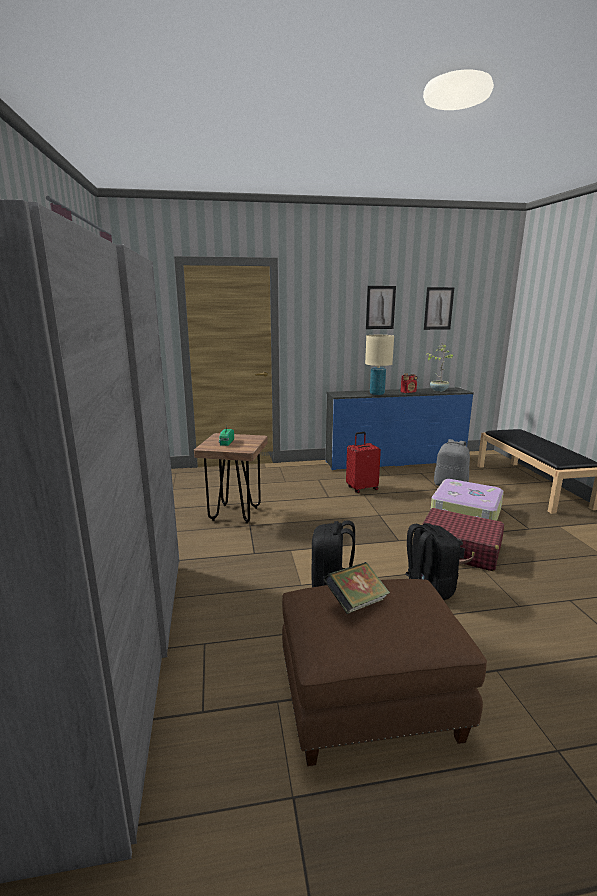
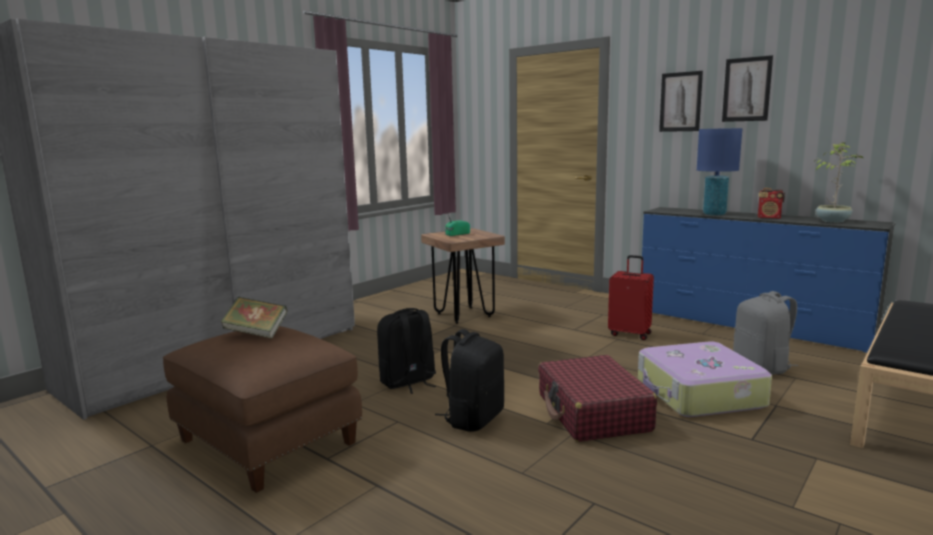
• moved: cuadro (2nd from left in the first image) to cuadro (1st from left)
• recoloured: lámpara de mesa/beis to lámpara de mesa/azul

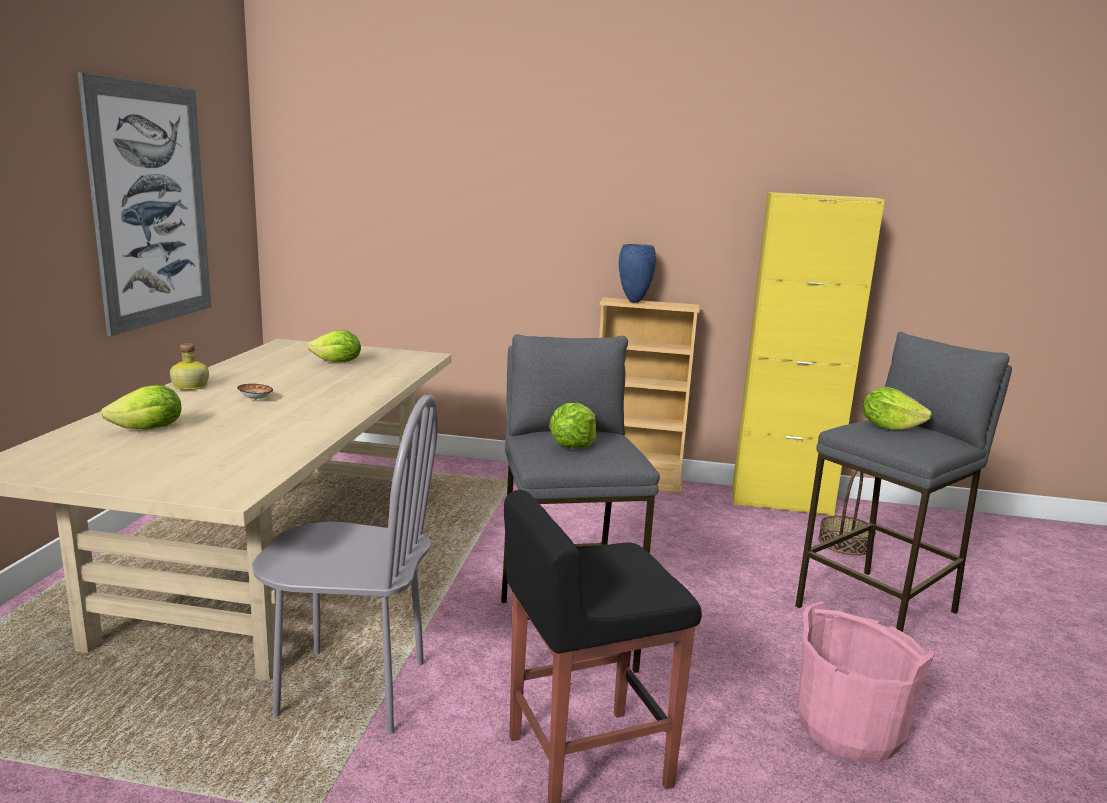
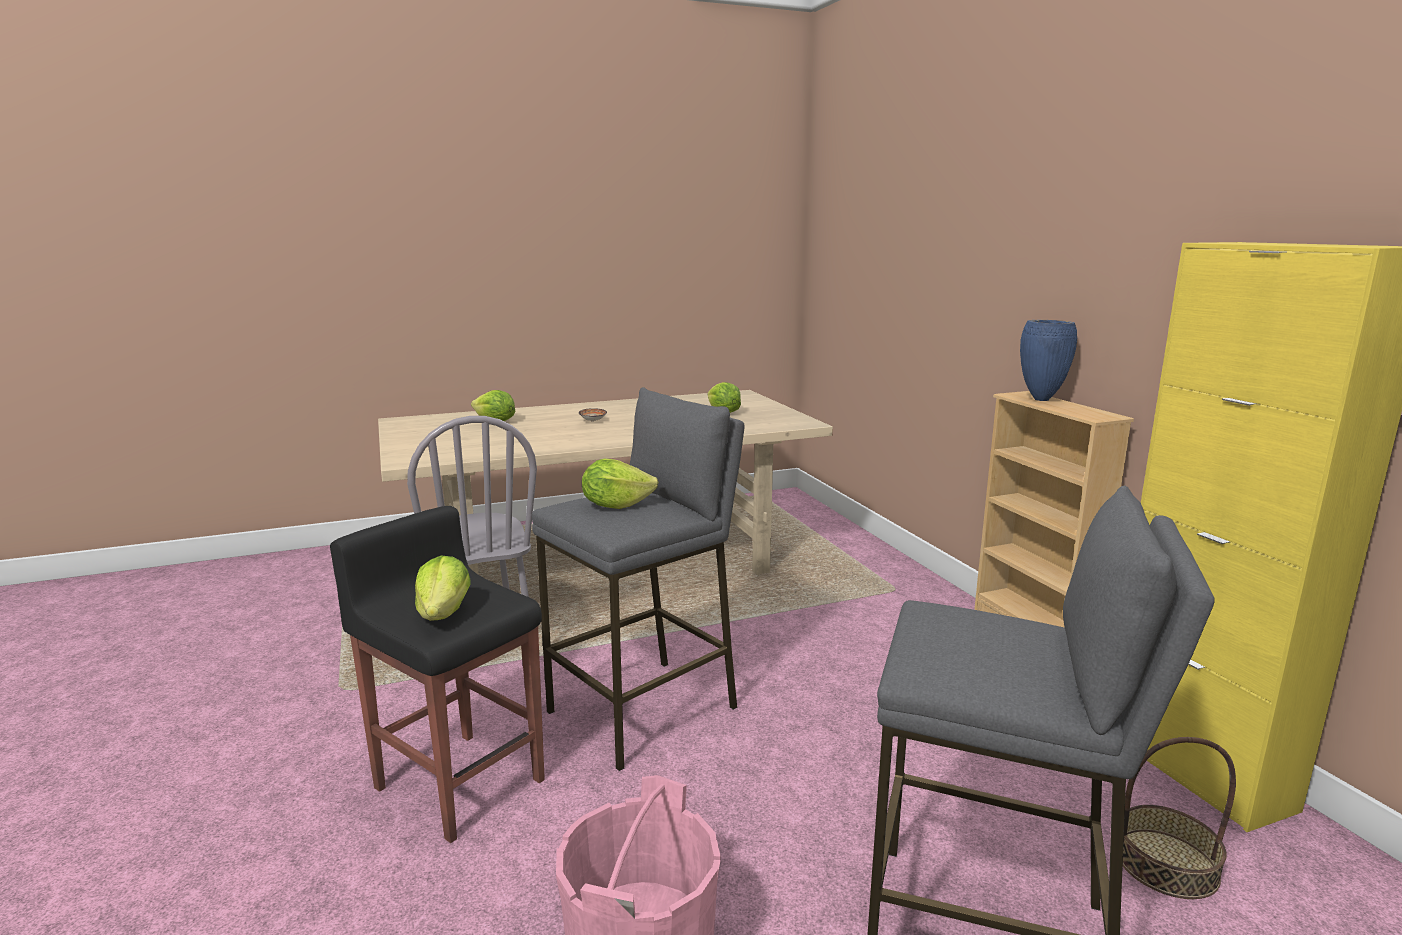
• removed: cuadro
• removed: botella
• moved: lechuga (4th from left in the first image) to lechuga (1st from left)

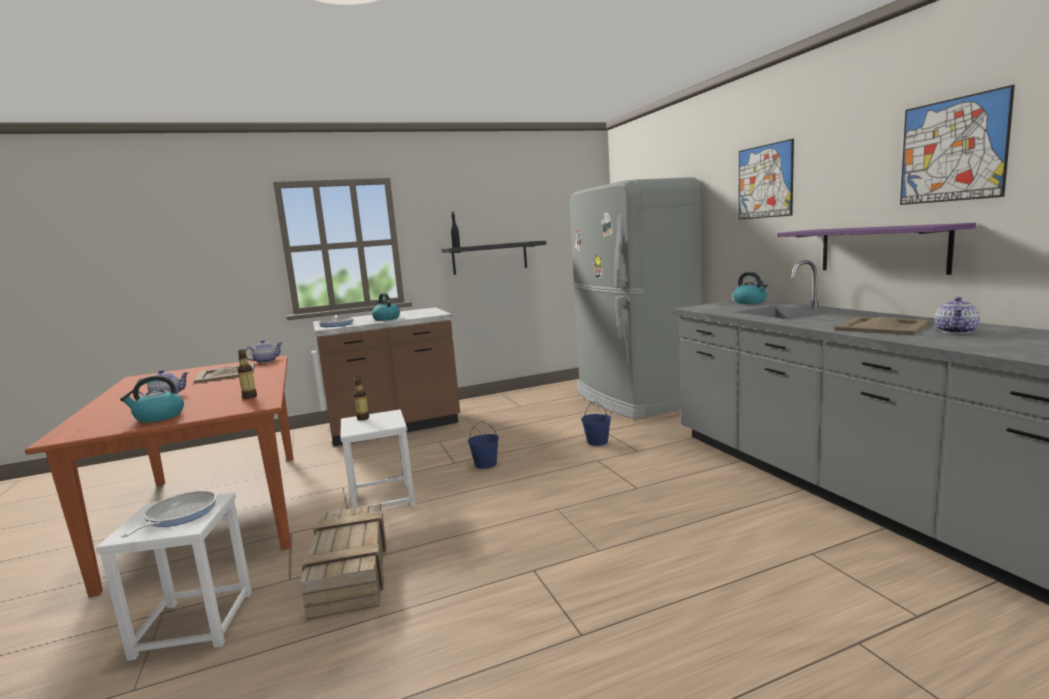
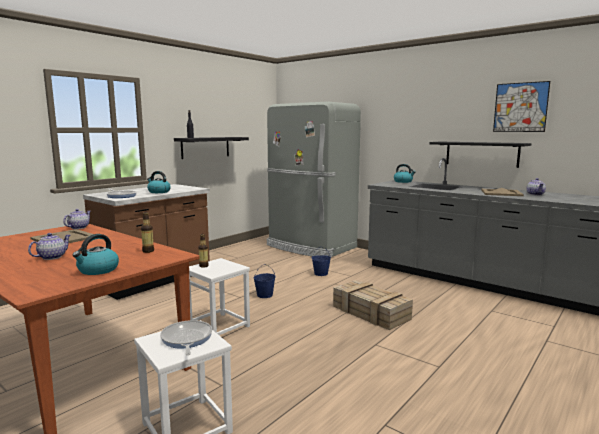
• removed: cuadro (1st from left)
• moved: caja de embalaje
• recoloured: estante/morado to estante/negro (2nd from left)

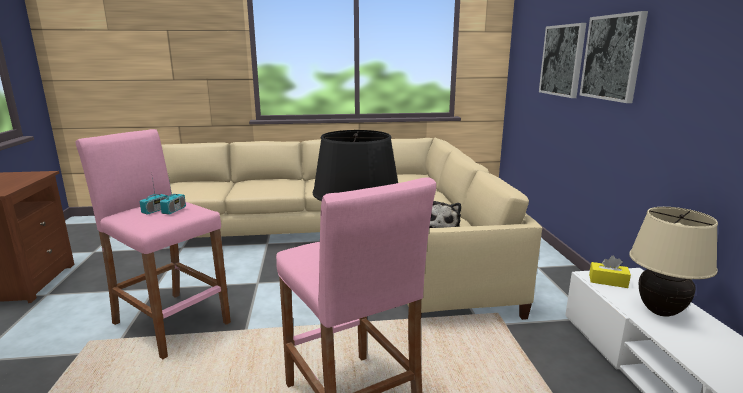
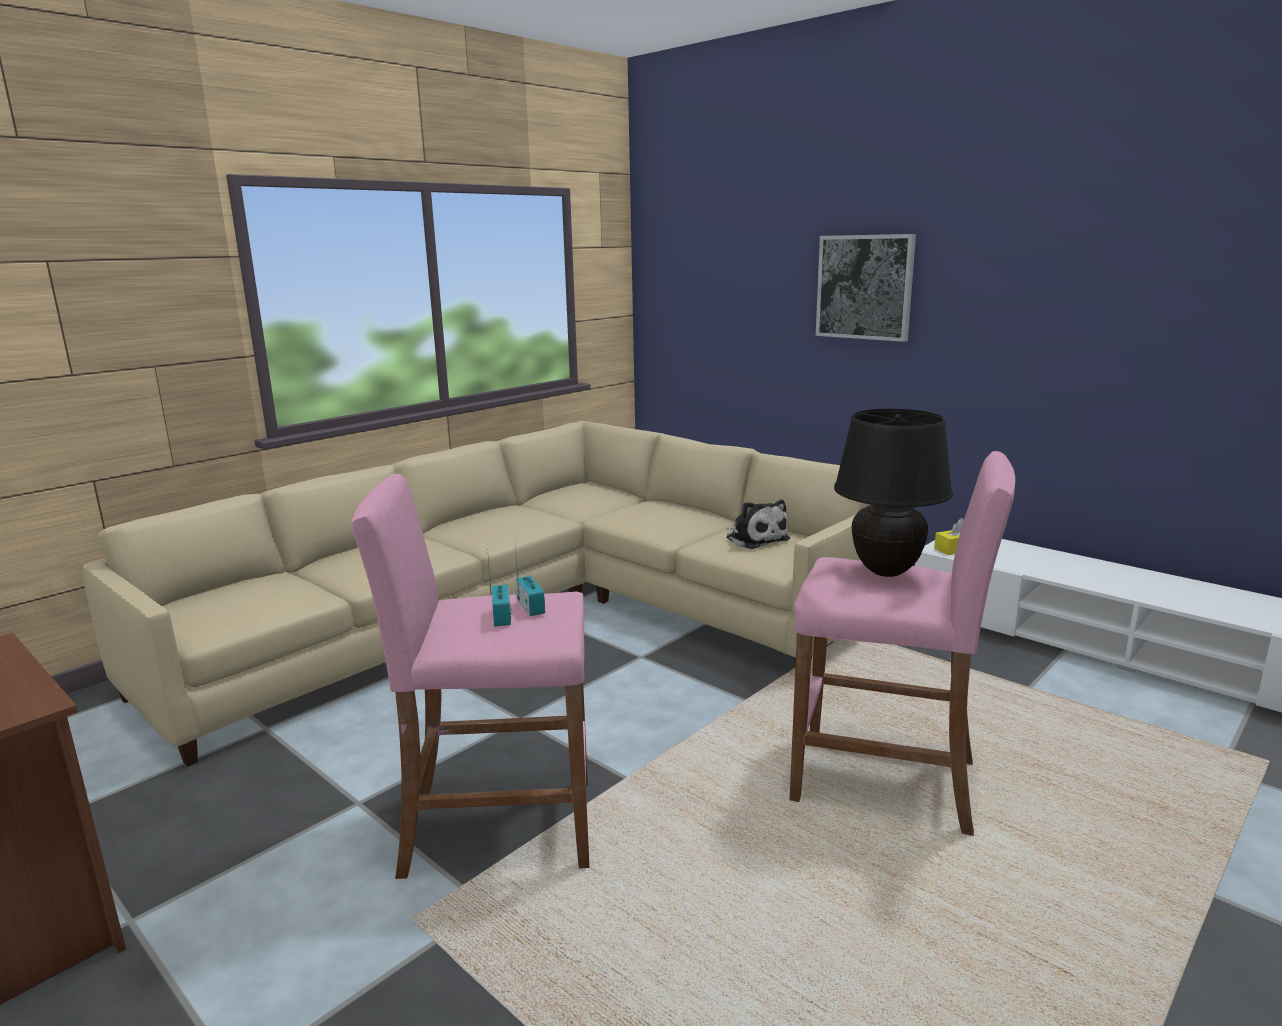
• removed: cuadro (1st from left)
• removed: lámpara de mesa/beis

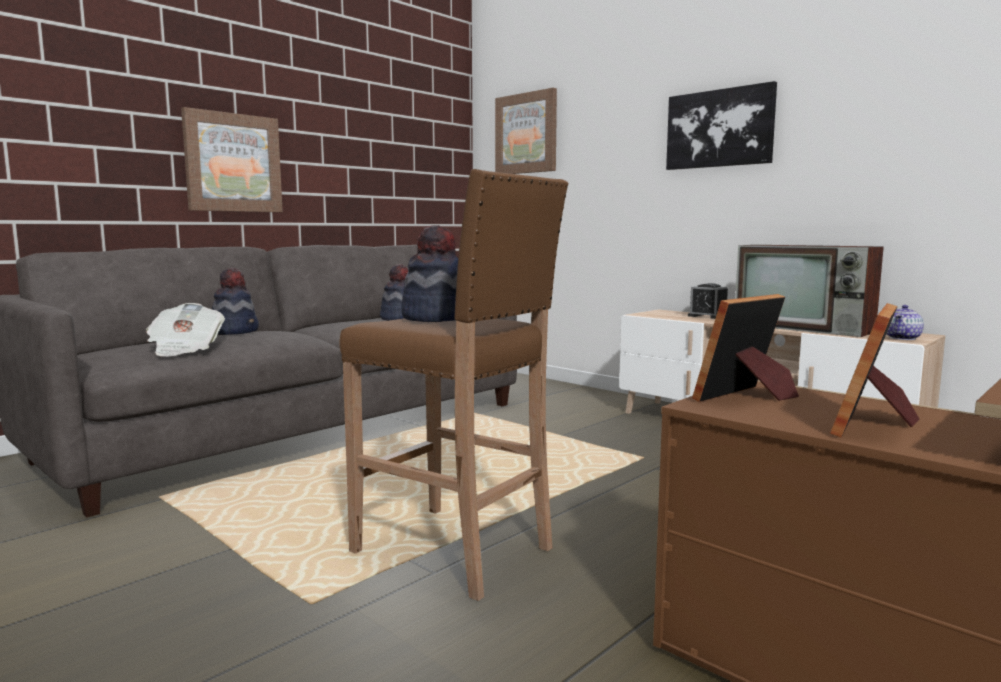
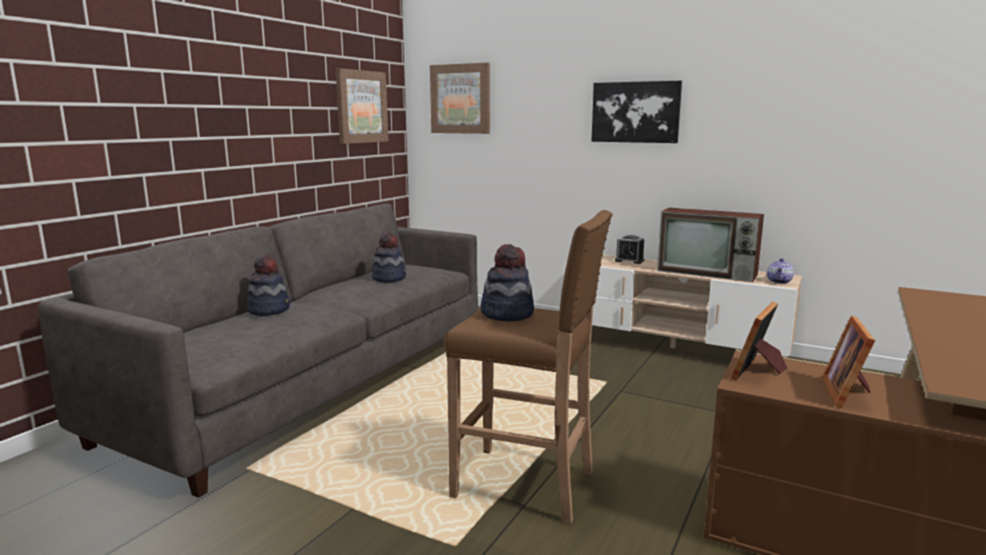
• removed: periódico
• moved: cuadro (1st from left)

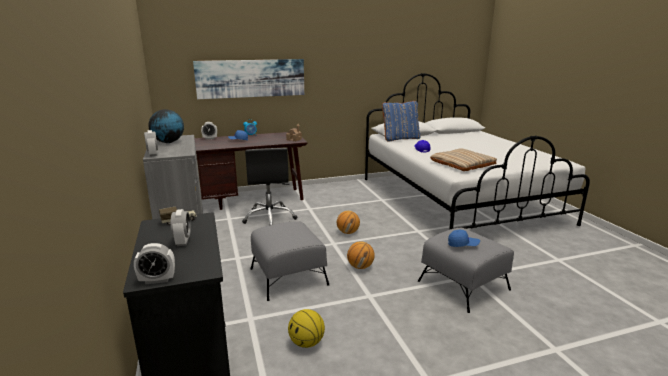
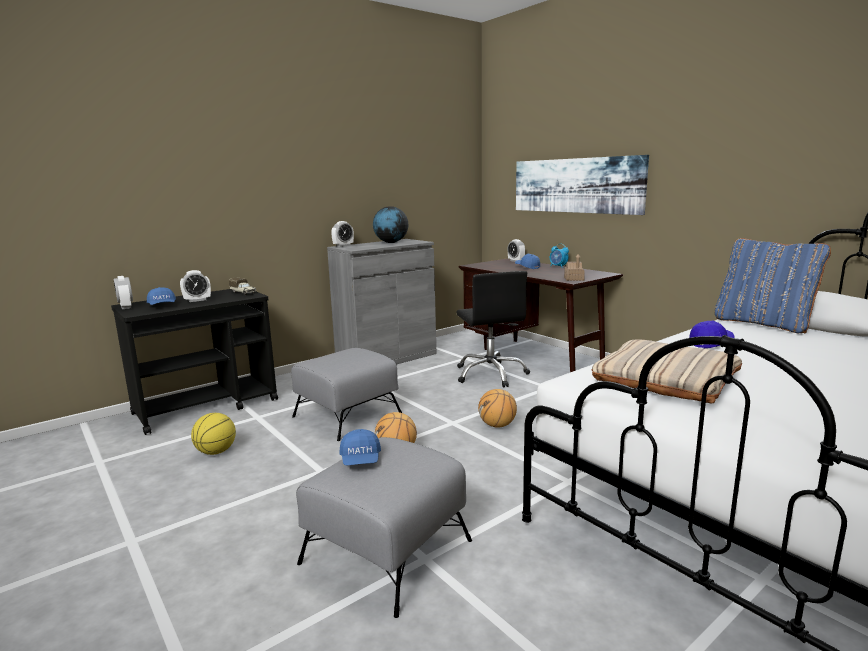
• added: gorra/azul (1st from left)
• turned: silla de oficina/negro 75 degrees counterclockwise

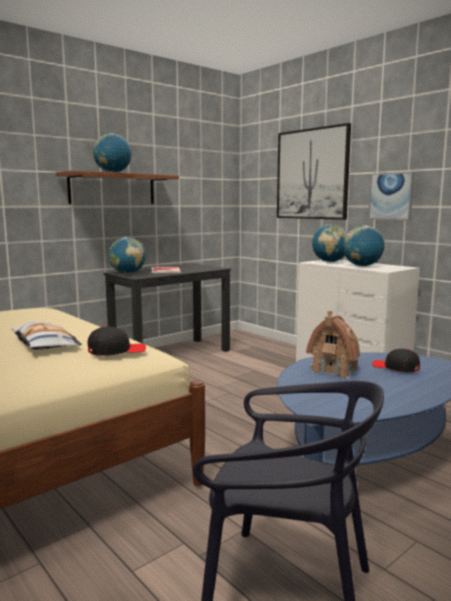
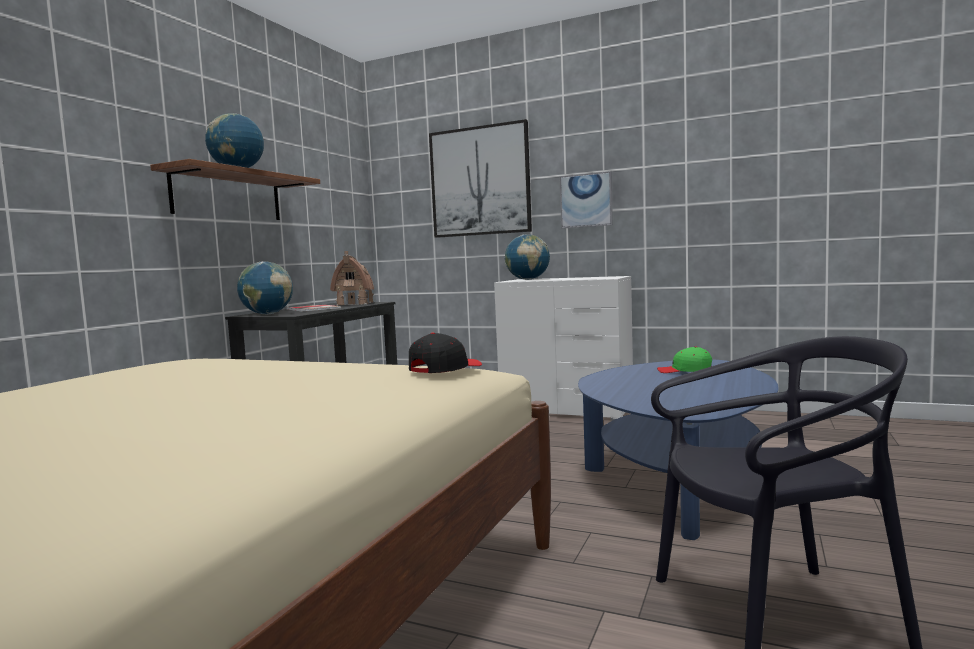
• removed: cojín
• removed: globo terráqueo (4th from left)
• moved: casita
• recoloured: gorra/negro (2nd from left) to gorra/verde

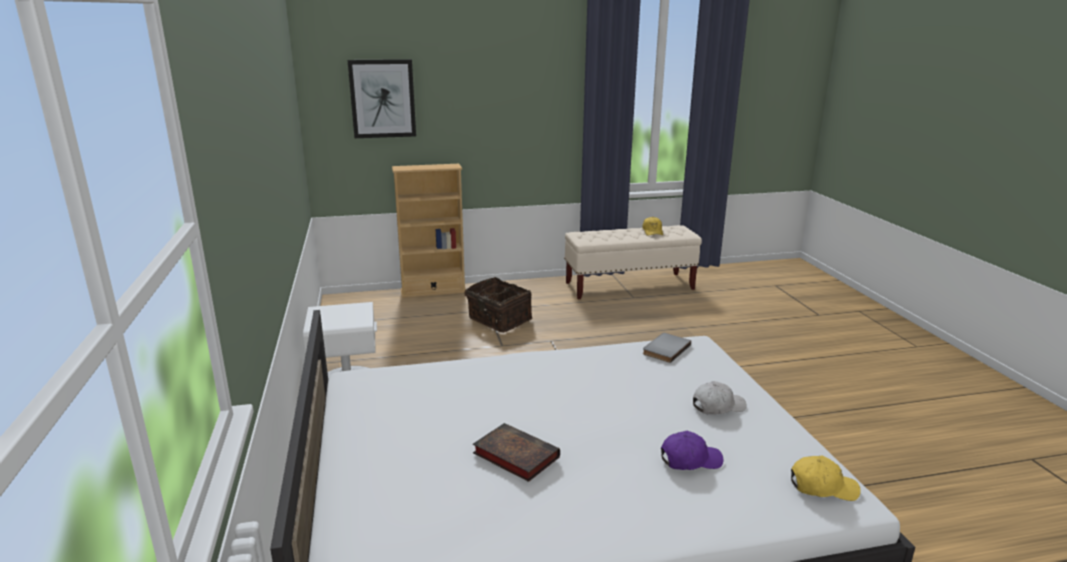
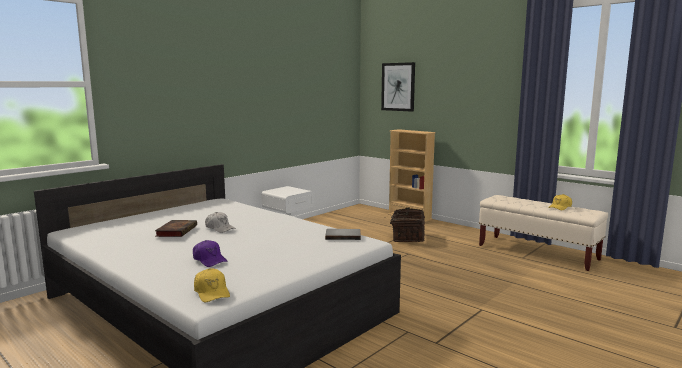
• moved: gorra/blanco

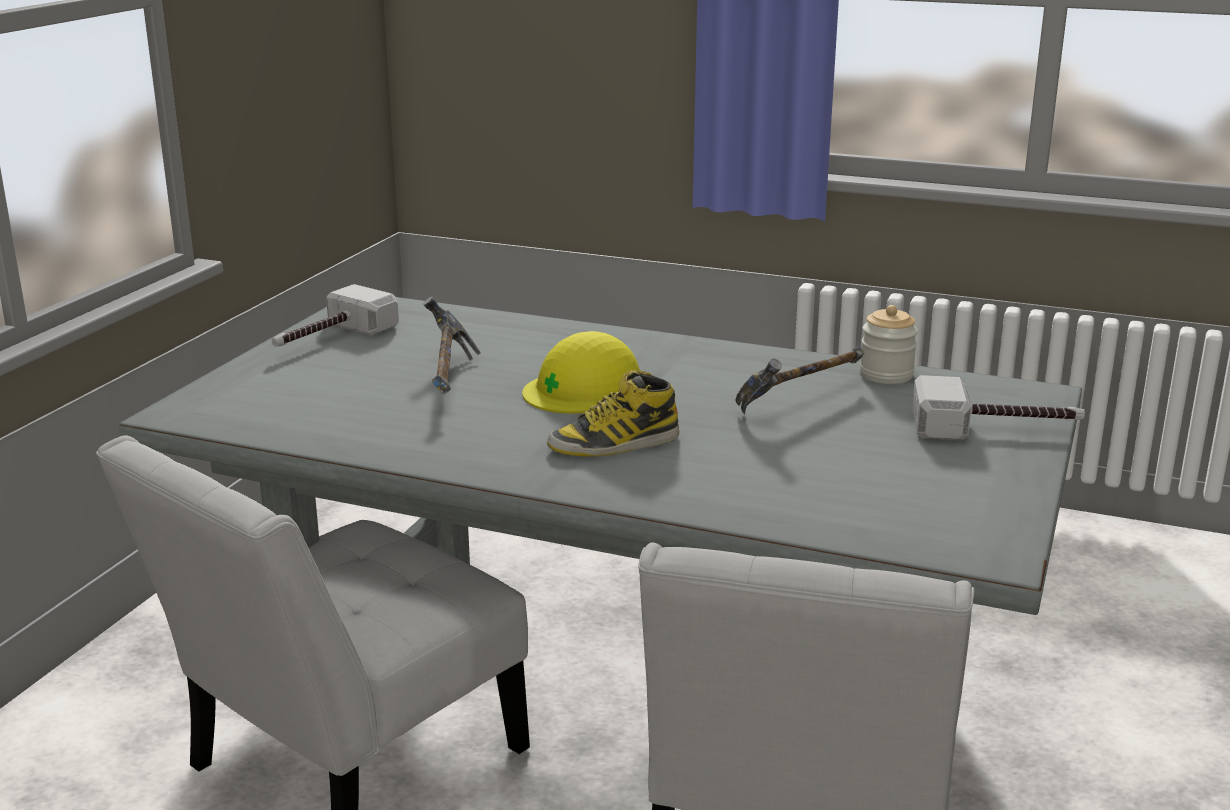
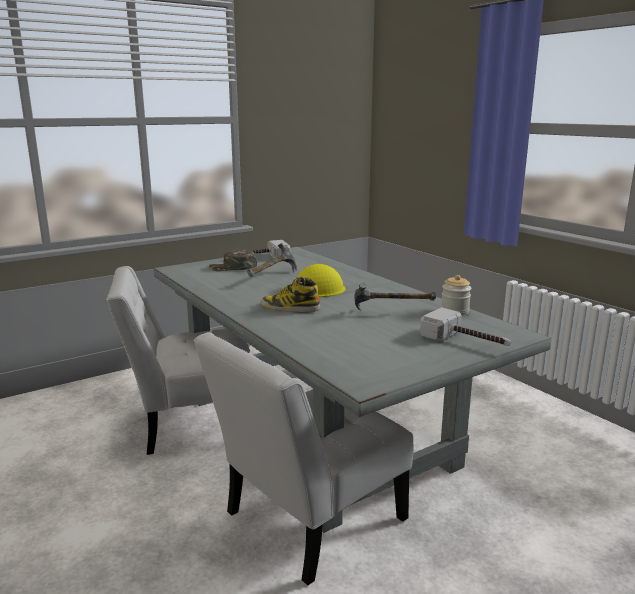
• added: gorra/verde

